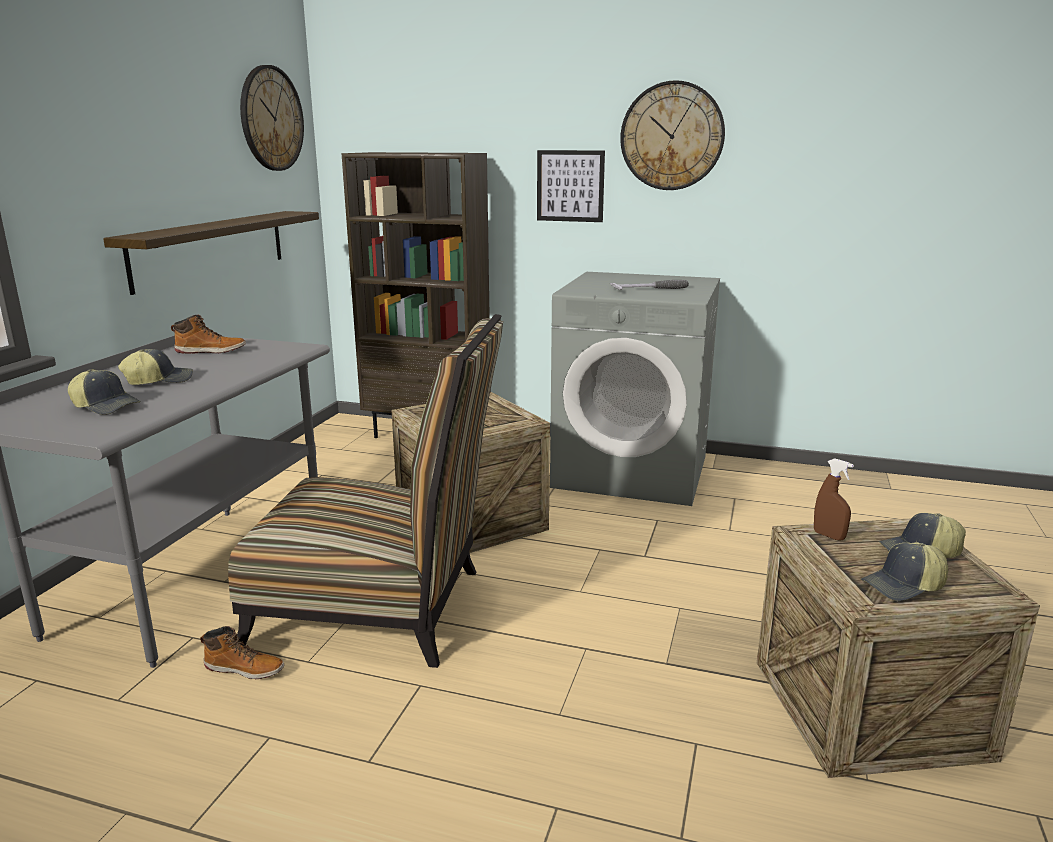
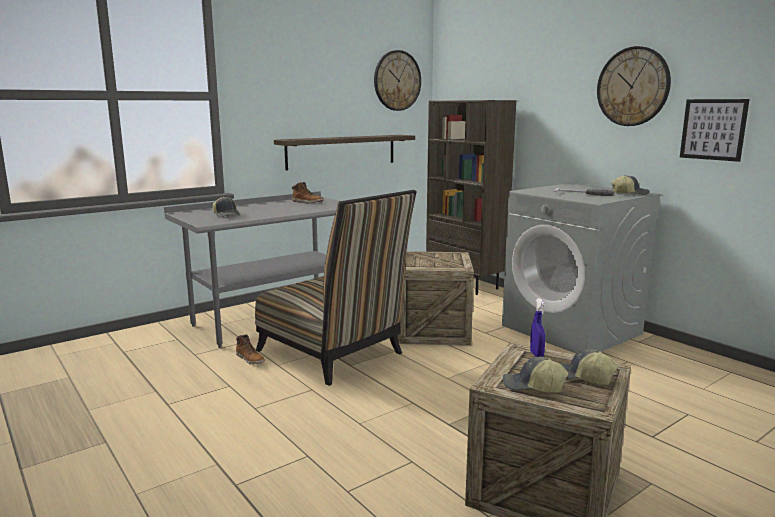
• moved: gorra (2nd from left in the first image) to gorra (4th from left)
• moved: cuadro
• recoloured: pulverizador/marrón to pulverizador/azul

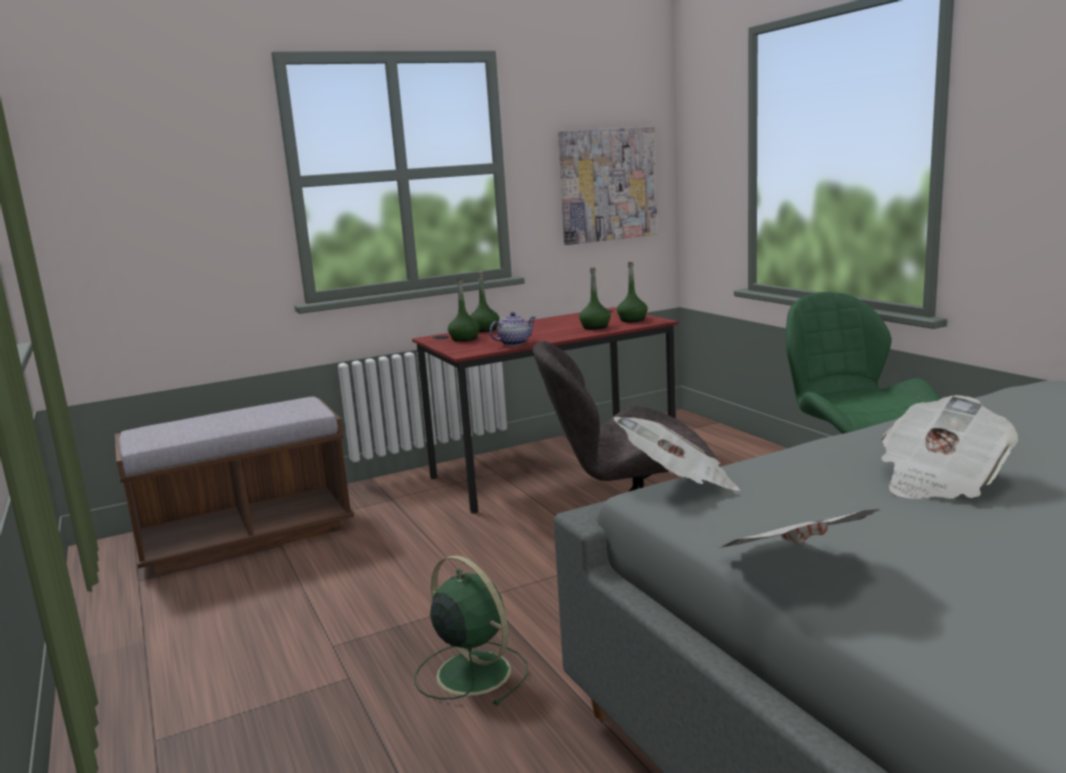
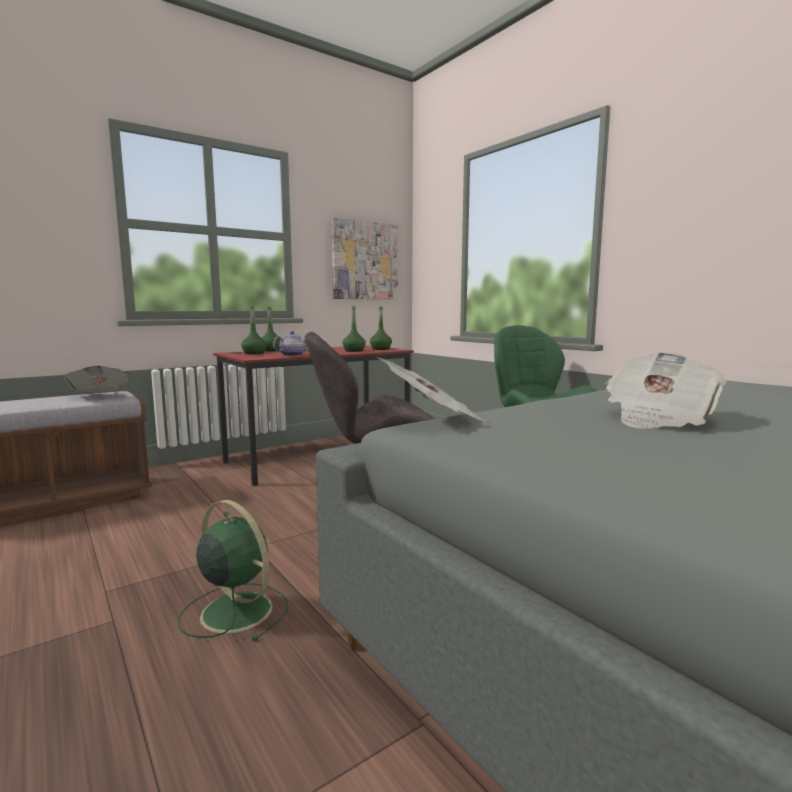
• moved: periódico (2nd from left in the first image) to periódico (1st from left)

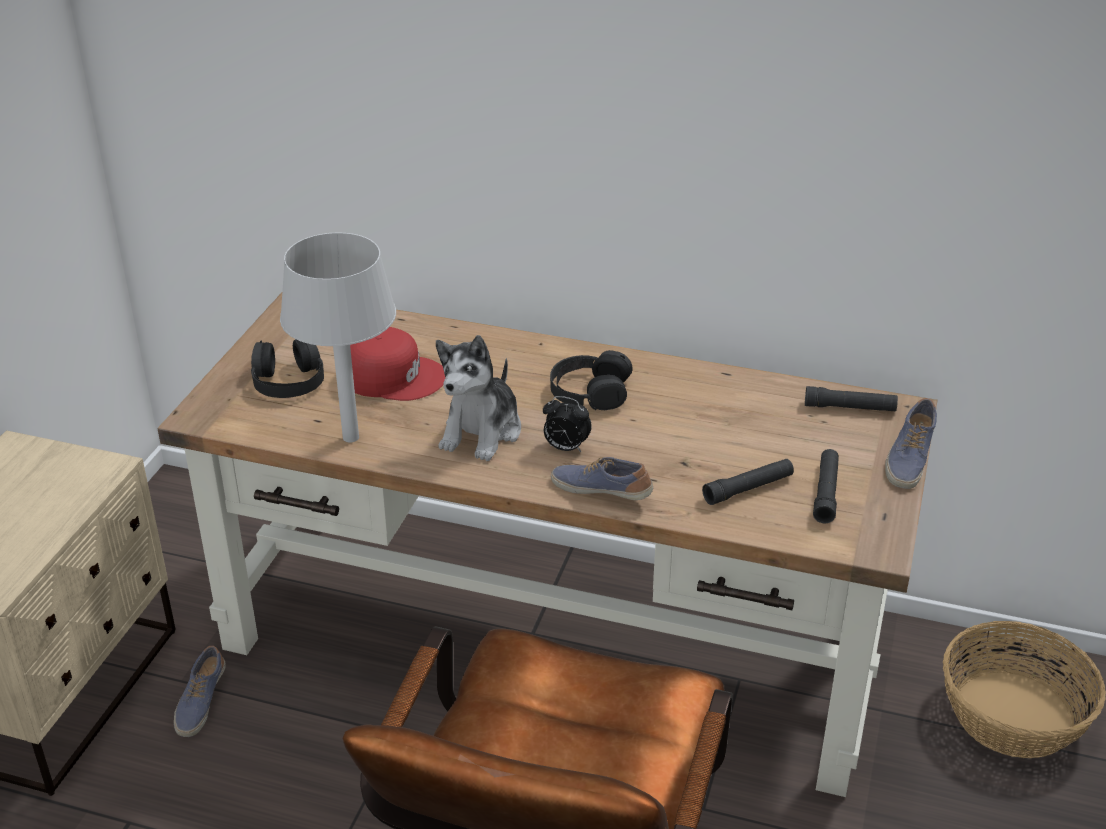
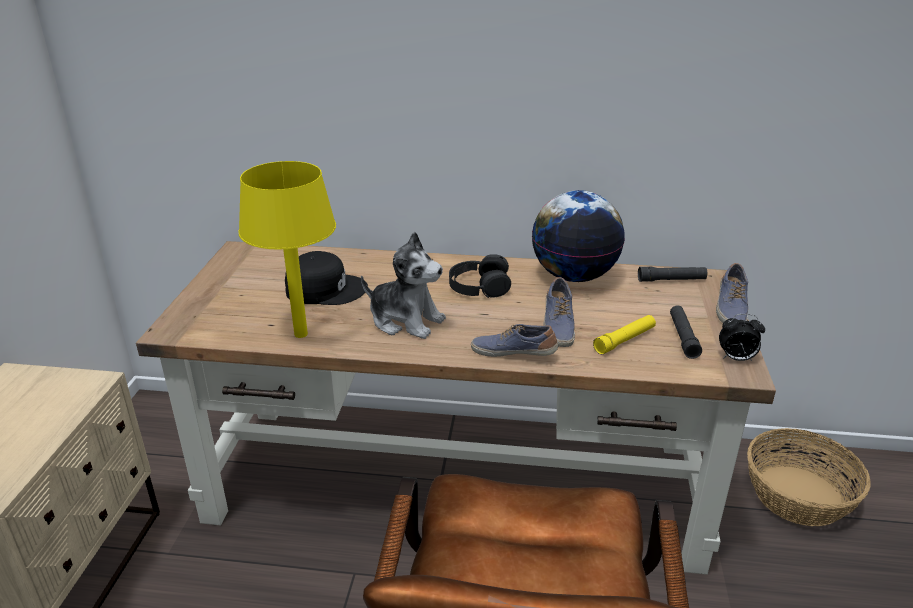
• removed: auriculares/negro (1st from left)
• added: globo terráqueo
• moved: zapato (1st from left in the first image) to zapato (2nd from left)
• moved: despertador
• recoloured: lámpara de mesa/gris to lámpara de mesa/amarillo
• recoloured: gorra/rojo to gorra/negro
• recoloured: linterna/negro (1st from left) to linterna/amarillo
• turned: peluche 75 degrees counterclockwise

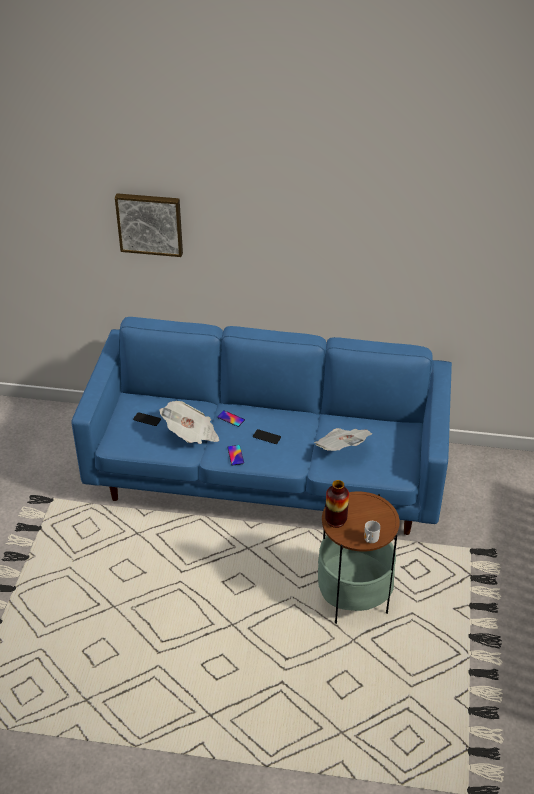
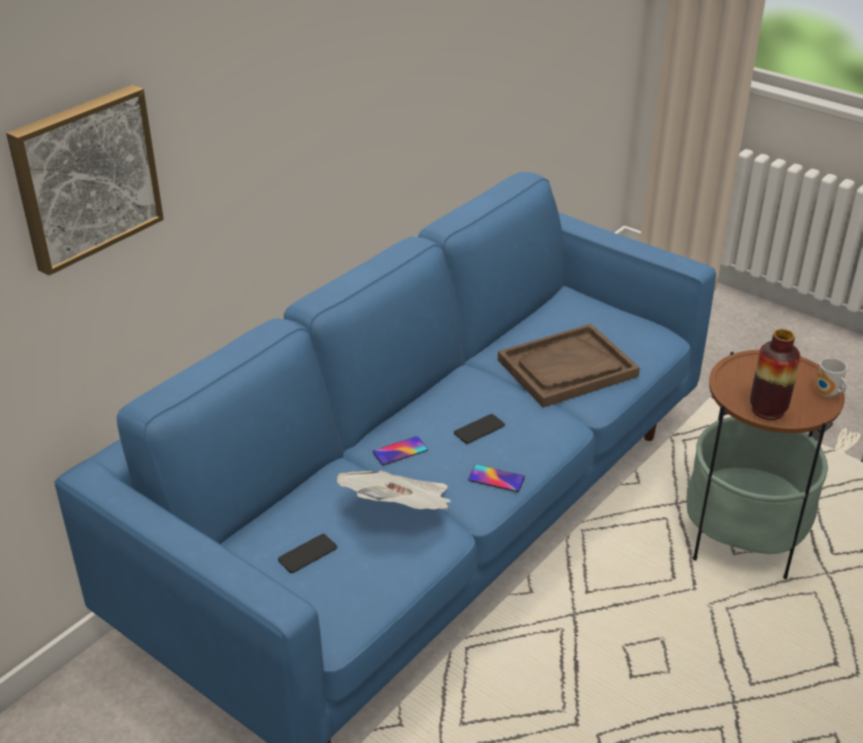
• replaced: periódico (2nd from left) to bandeja/marrón

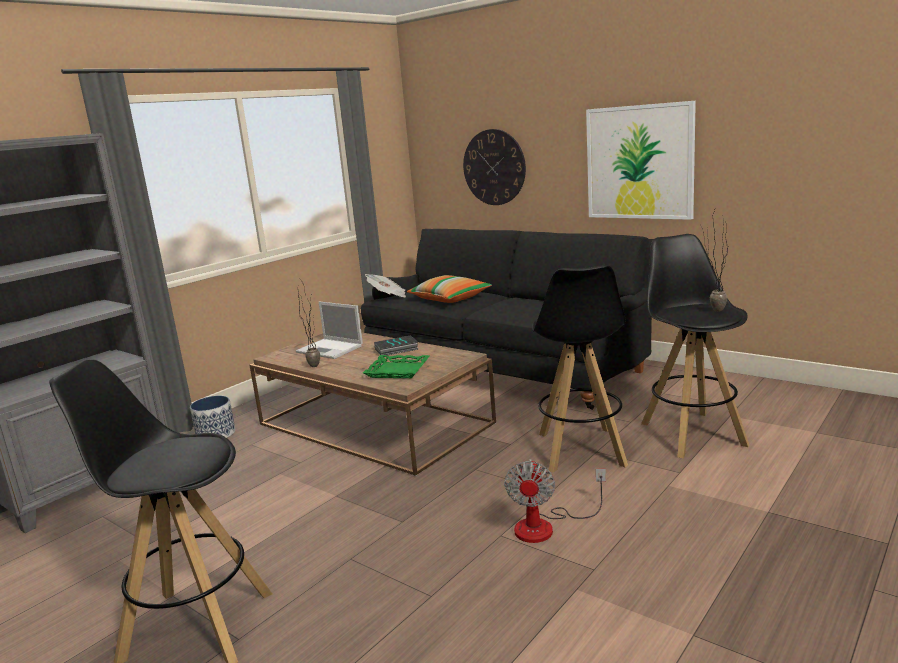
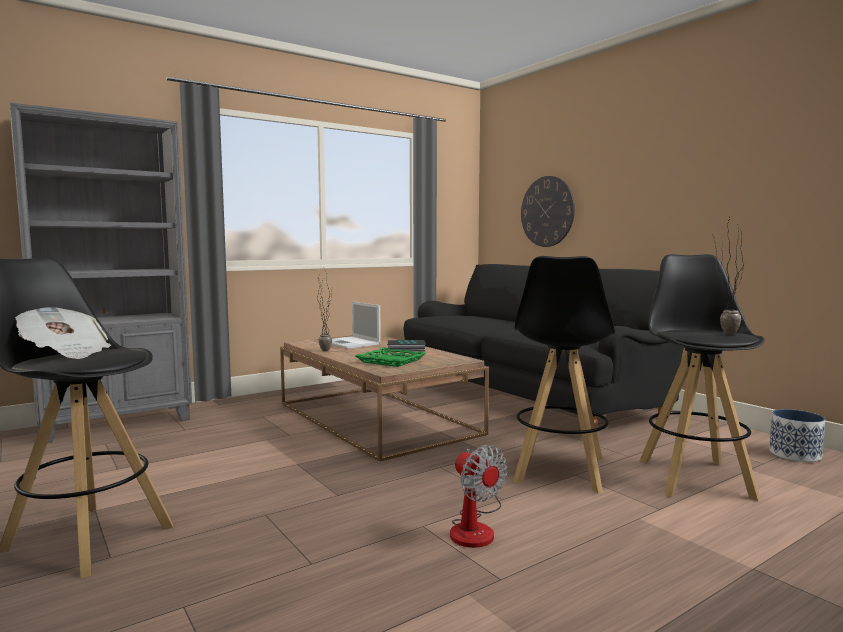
• removed: cojín
• removed: cuadro
• moved: maceta
• moved: periódico
• turned: ventilador 60 degrees counterclockwise

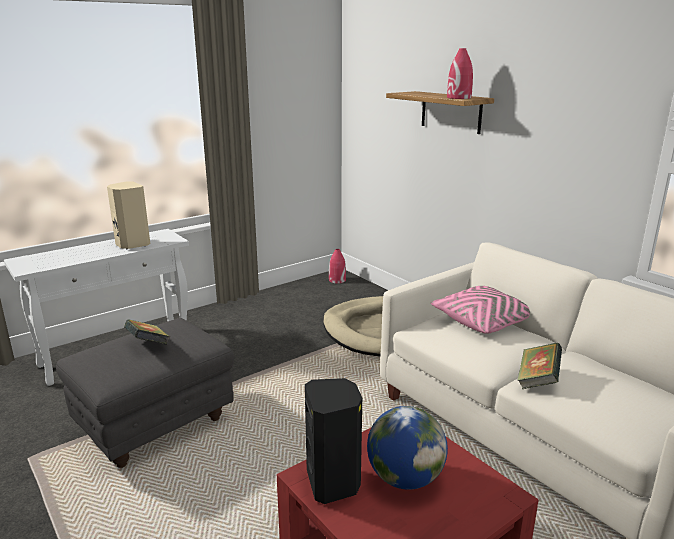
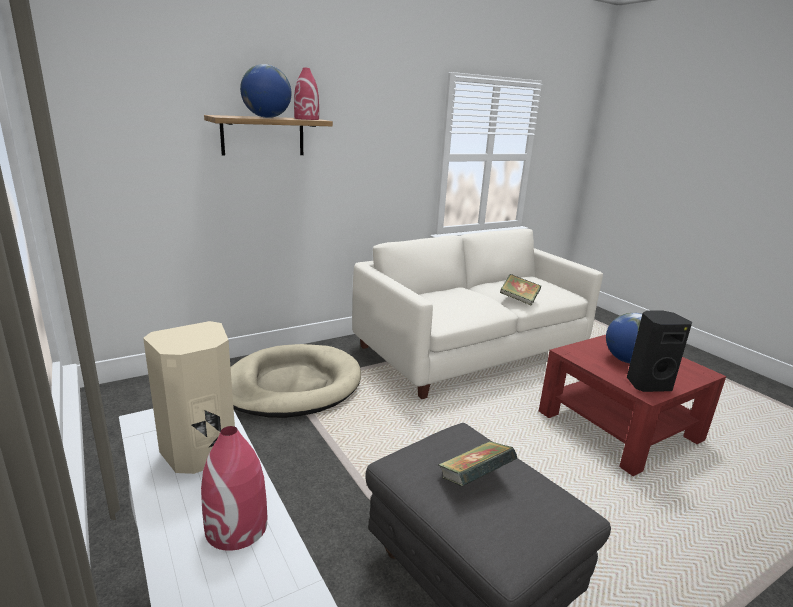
• removed: cojín/rosa
• added: globo terráqueo (1st from left)
• moved: florero/rojo (1st from left)

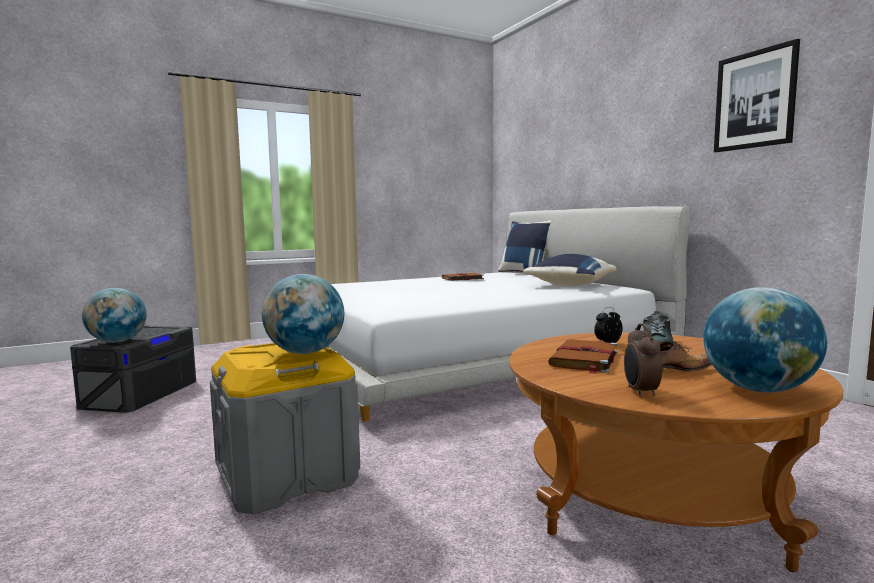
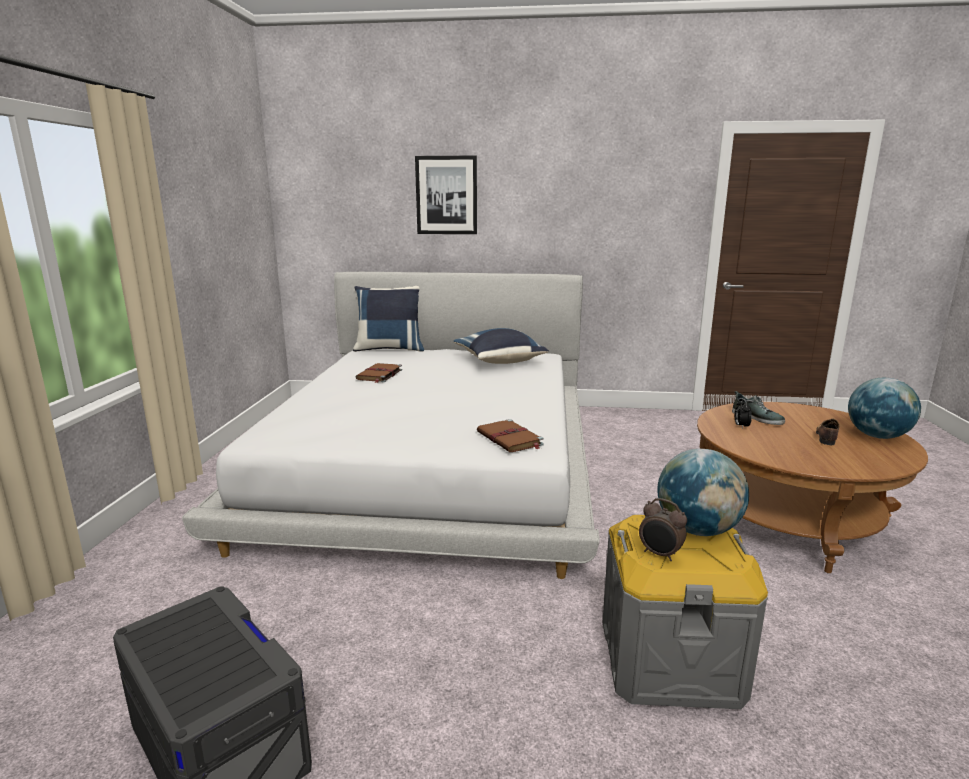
• removed: globo terráqueo (1st from left)
• moved: libro/marrón (2nd from left)
• moved: despertador (2nd from left in the first image) to despertador (1st from left)
• moved: cuadro

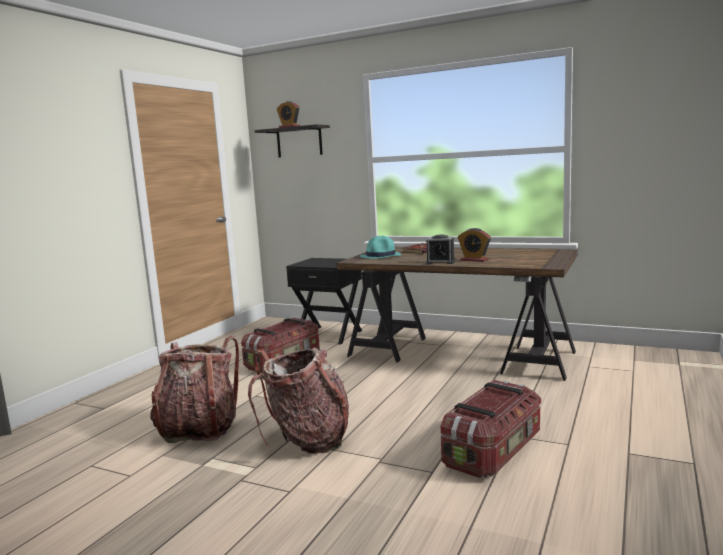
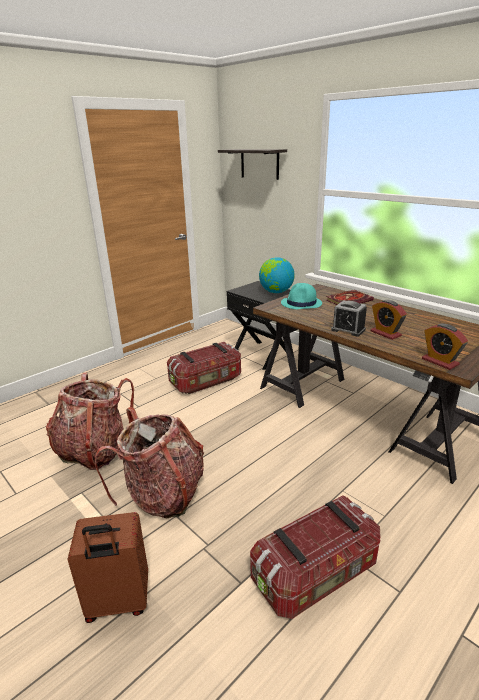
• added: maleta/marrón
• added: globo terráqueo
• moved: despertador (1st from left in the first image) to despertador (3rd from left)

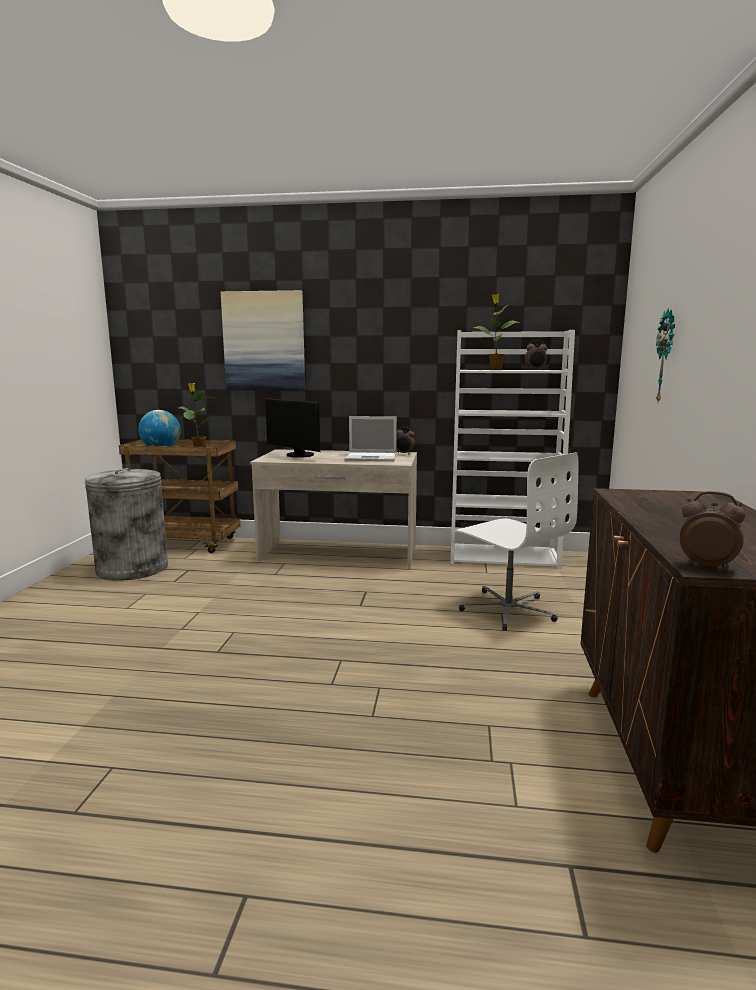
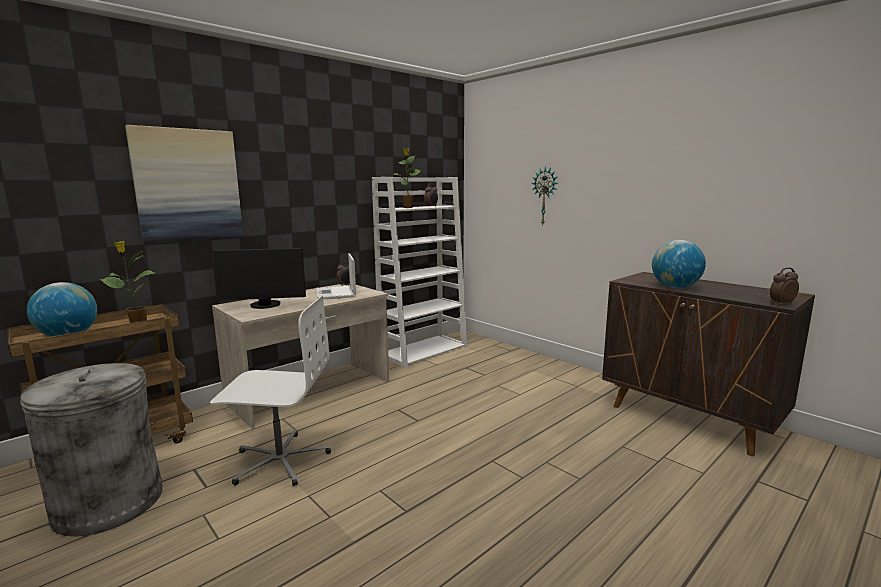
• added: globo terráqueo (2nd from left)
• moved: silla de oficina/blanco
• turned: portátil 120 degrees clockwise

